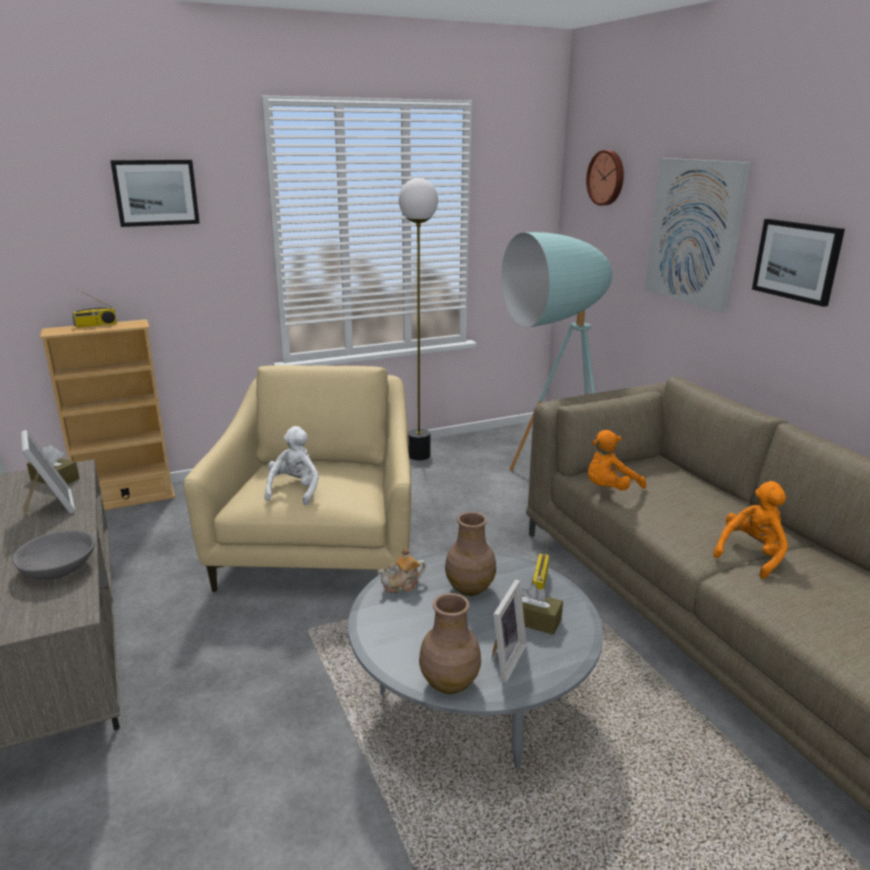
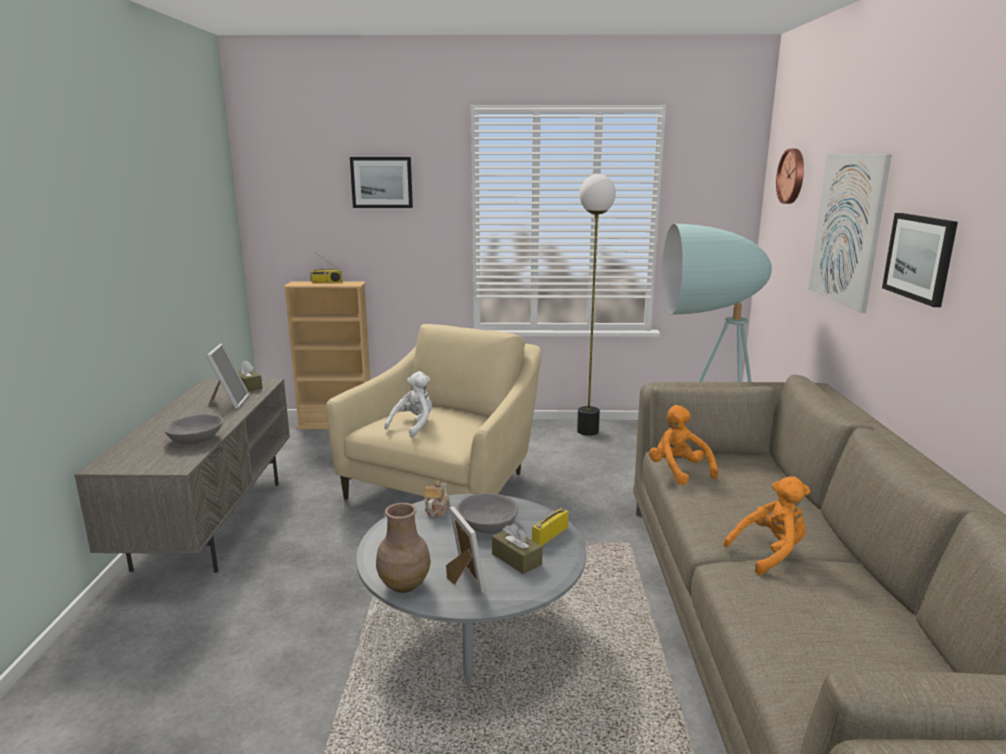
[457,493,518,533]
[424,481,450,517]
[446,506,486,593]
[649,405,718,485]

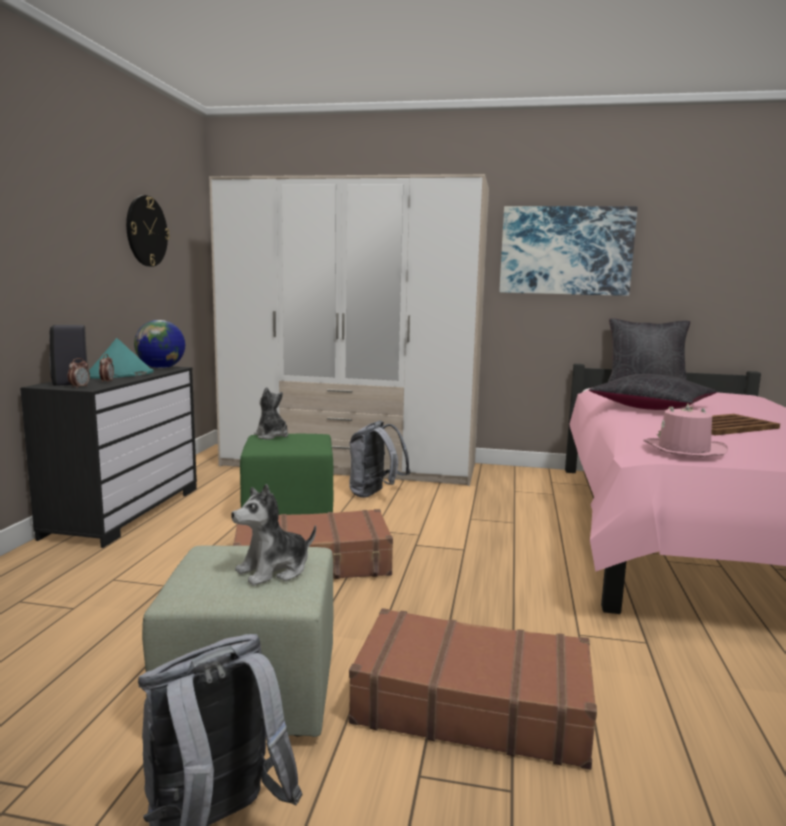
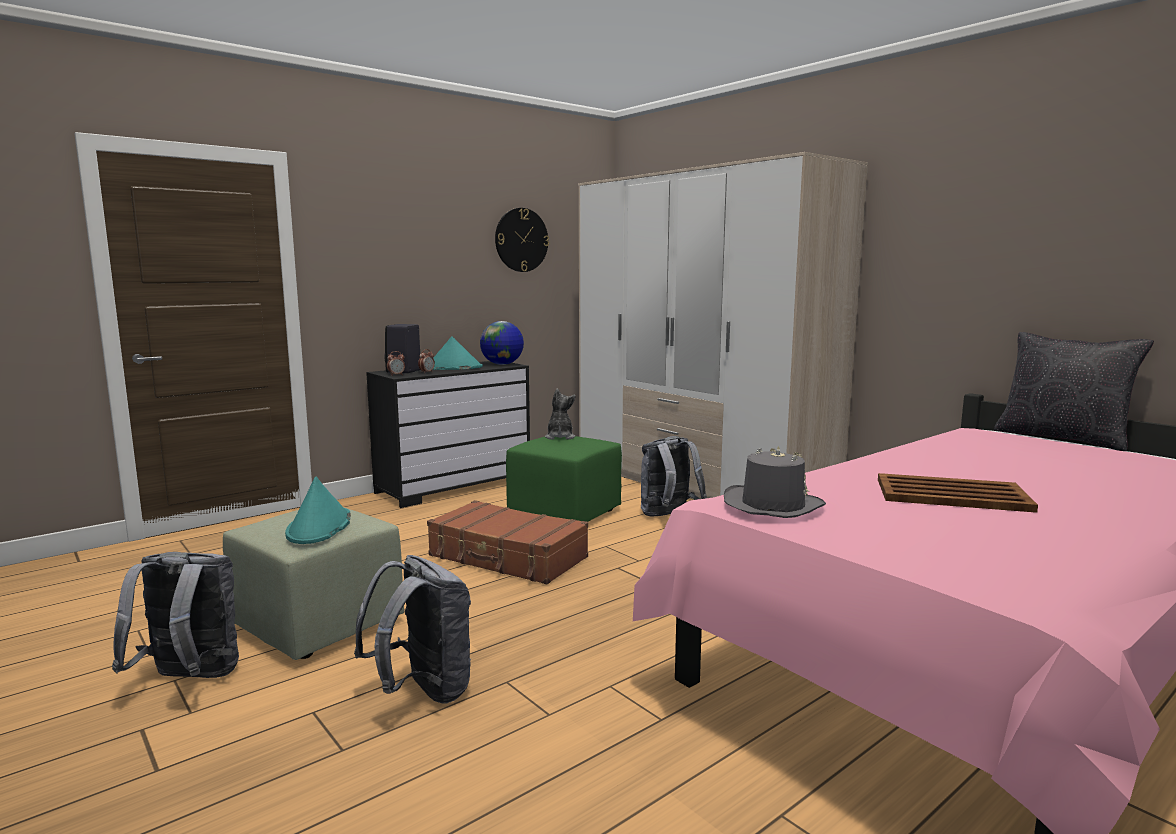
[499,206,638,296] (first image)
[589,374,717,410] (first image)
[285,476,351,544]
[354,555,471,704]
[724,446,826,518]

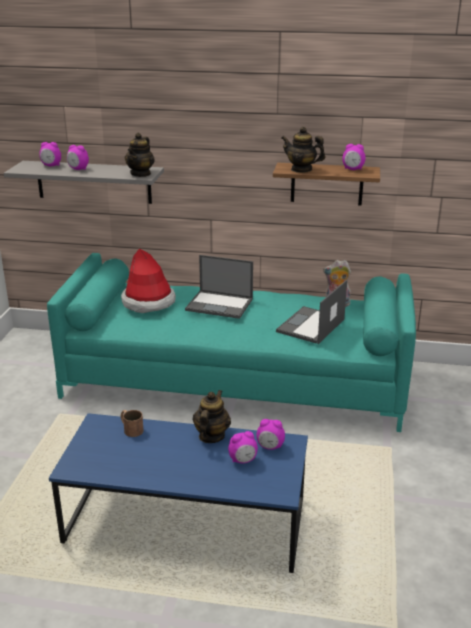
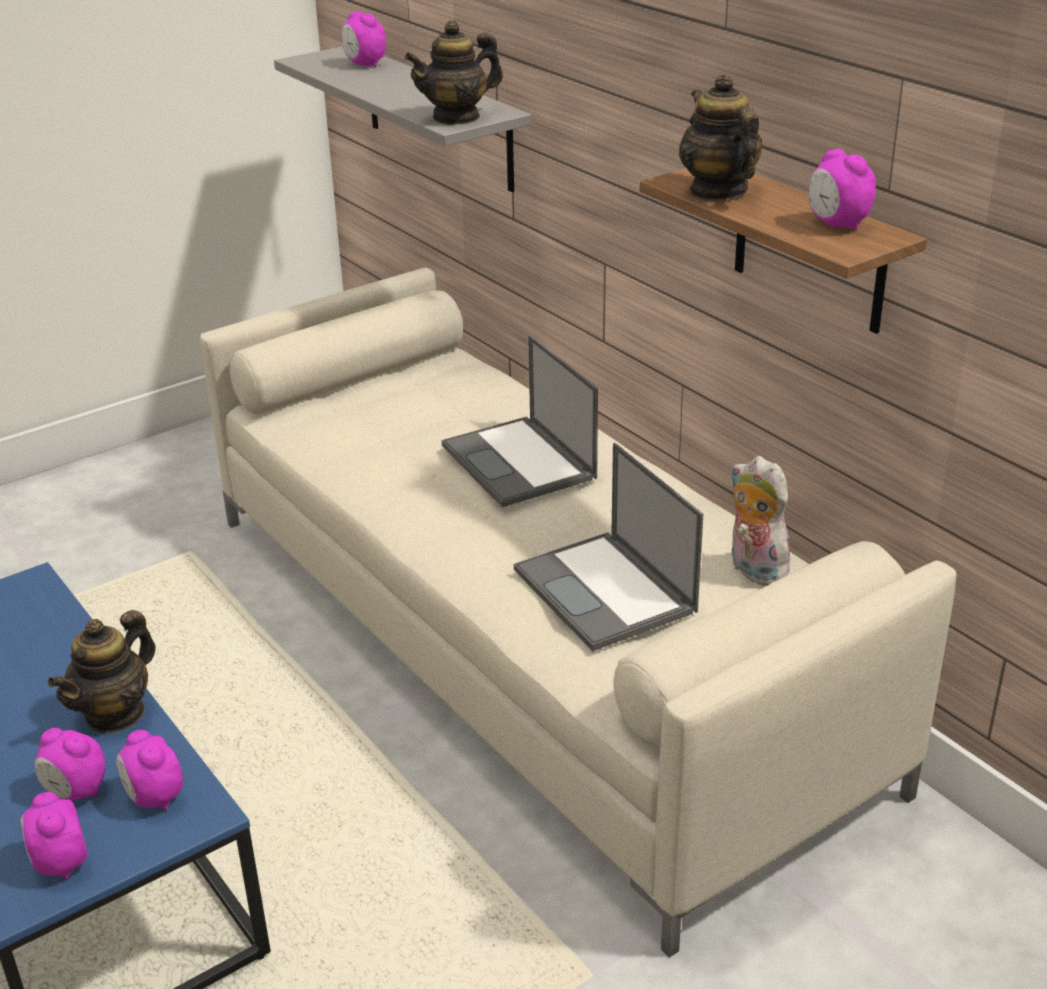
[121,248,176,313] (first image)
[121,410,144,437] (first image)
[21,792,87,880]
[200,268,957,958]
[48,610,156,733]
[514,443,703,651]

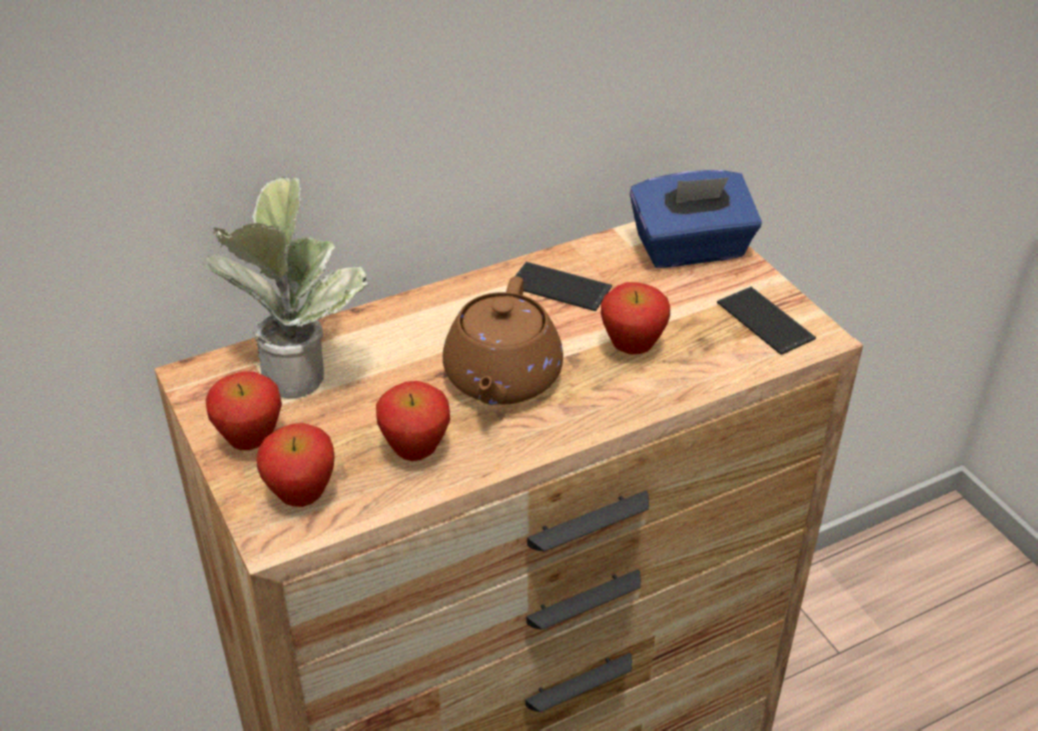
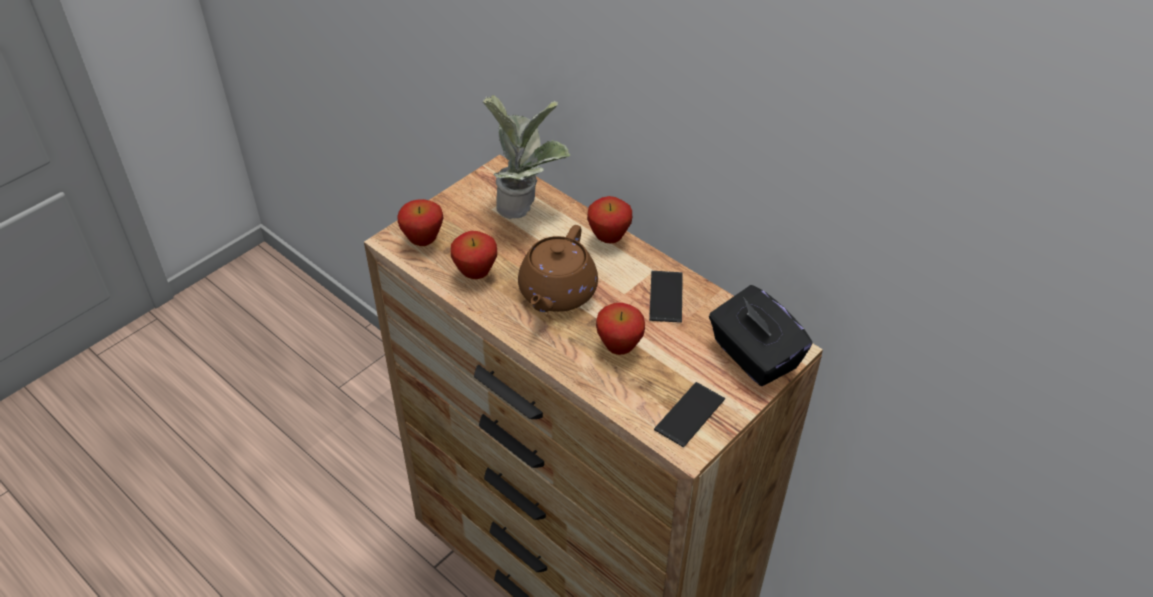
[587,196,632,243]
[709,285,813,386]
[518,225,598,312]

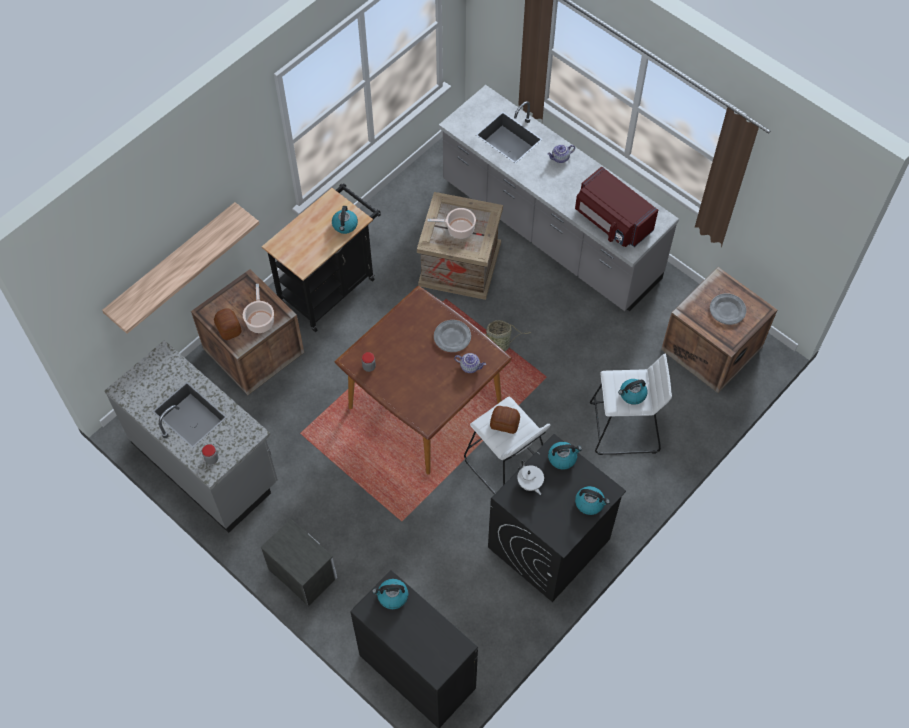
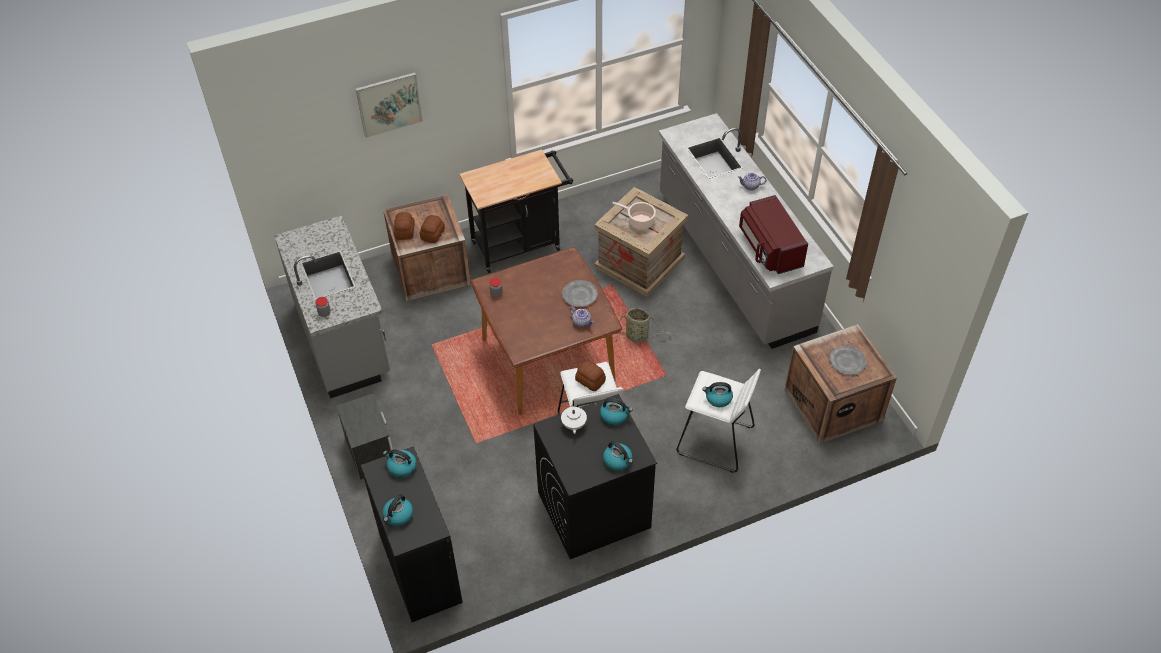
[102,202,259,334] (first image)
[356,72,423,138]
[383,494,413,526]
[420,215,445,243]

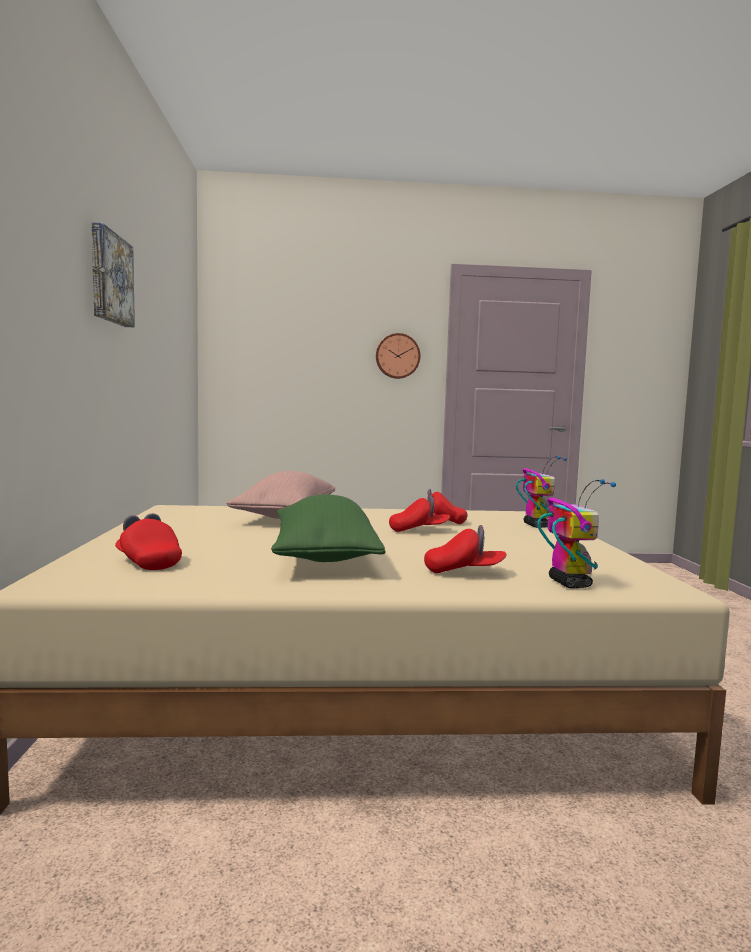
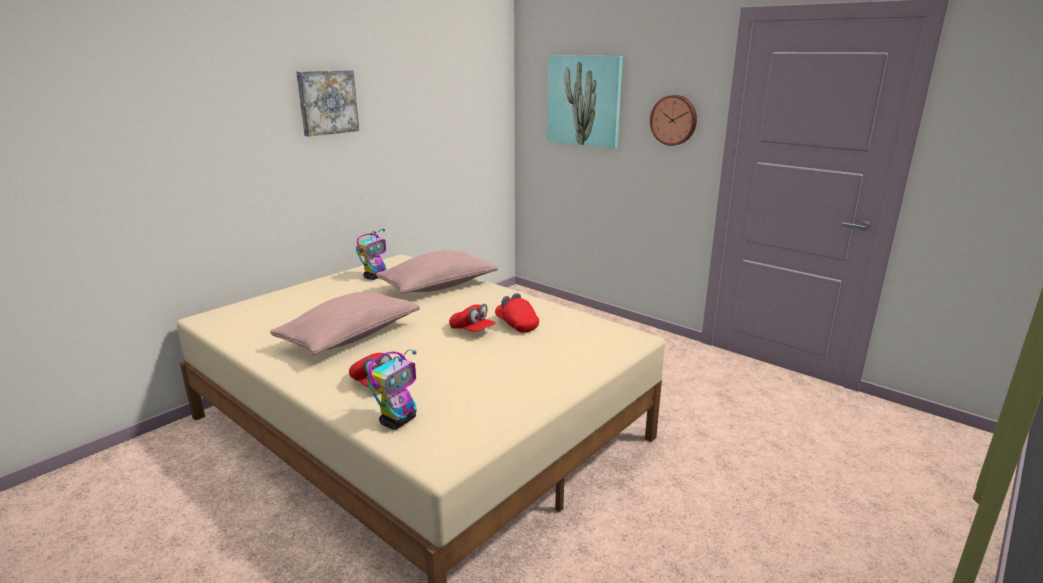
[115,513,182,570] (first image)
[547,55,623,149]
[356,229,386,280]
[270,291,420,355]

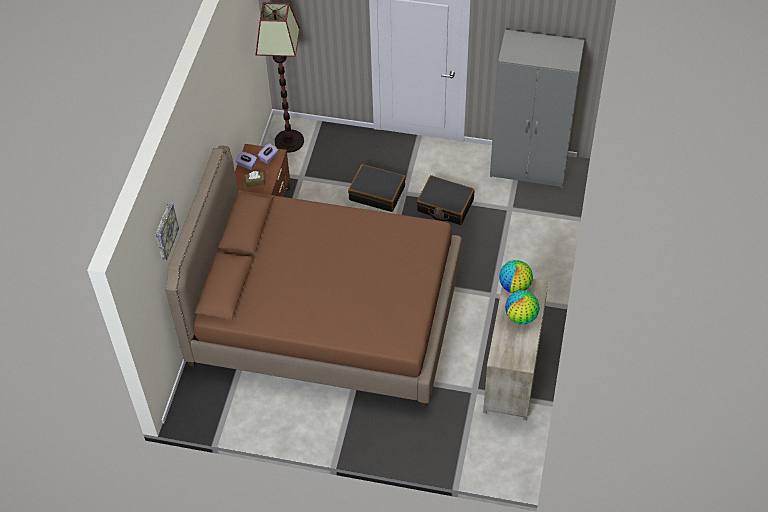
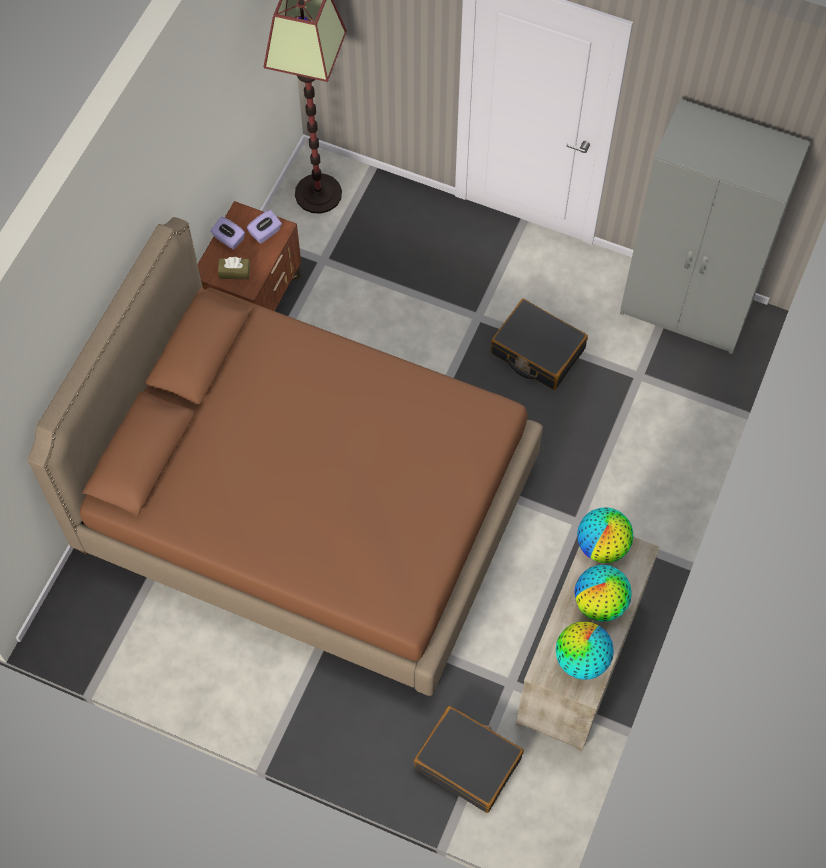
[156,203,179,260] (first image)
[556,621,614,680]
[414,706,524,813]

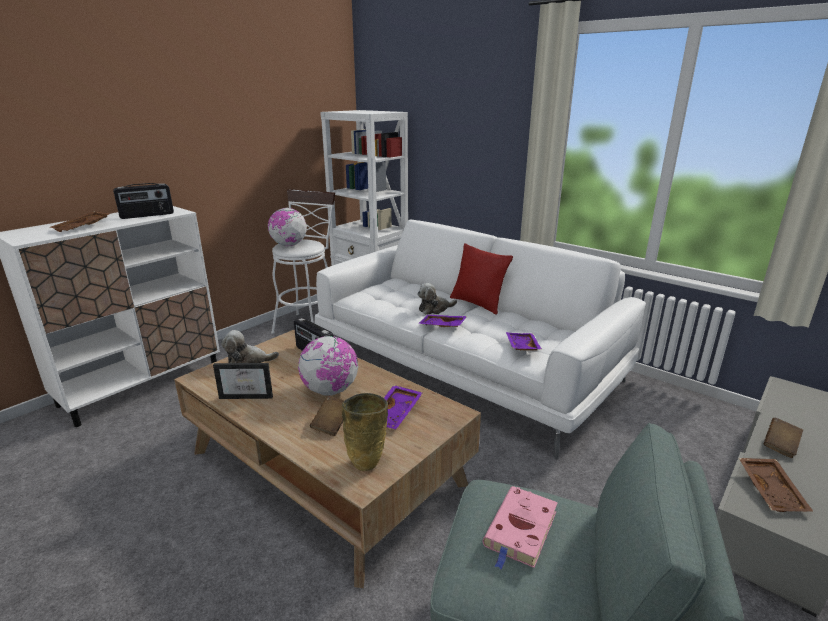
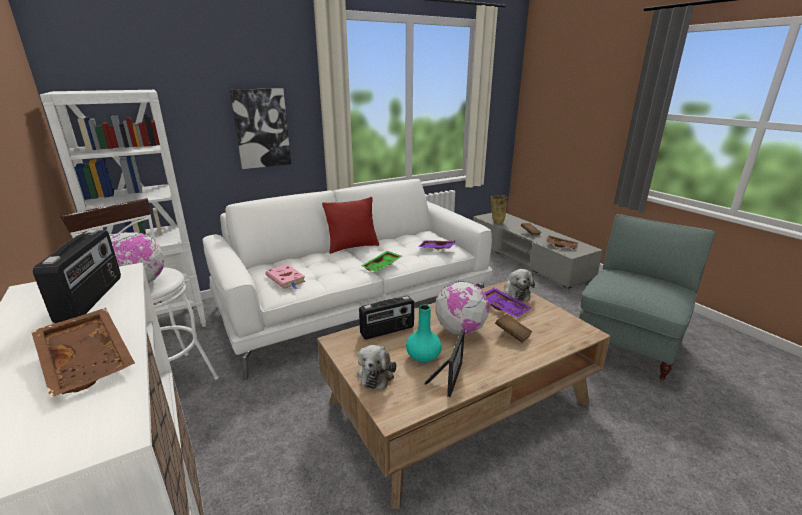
[230,88,291,169]
[406,305,442,363]
[491,195,507,224]
[503,269,535,301]
[266,264,306,290]
[361,251,402,272]

